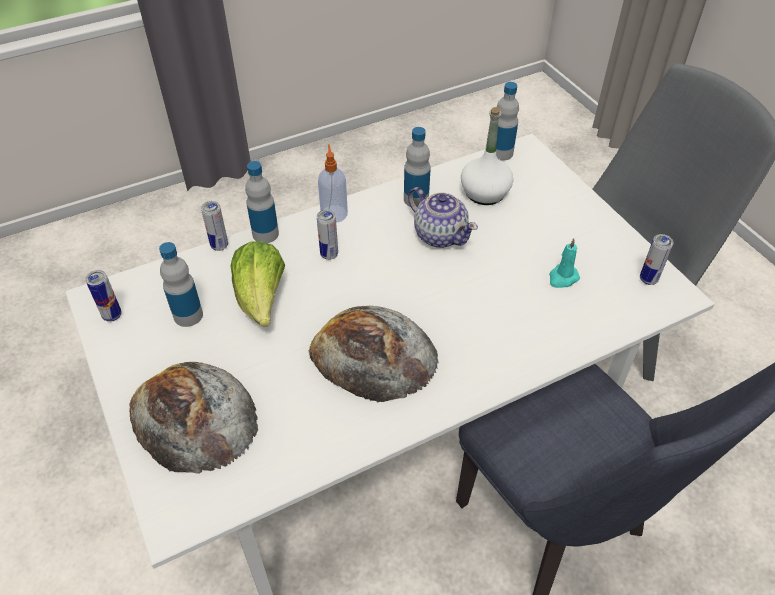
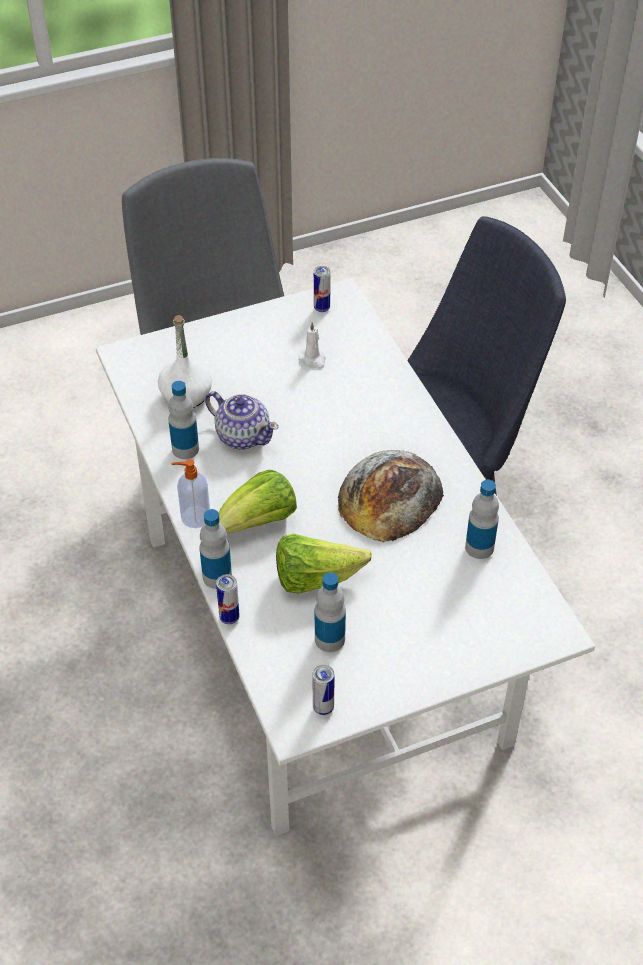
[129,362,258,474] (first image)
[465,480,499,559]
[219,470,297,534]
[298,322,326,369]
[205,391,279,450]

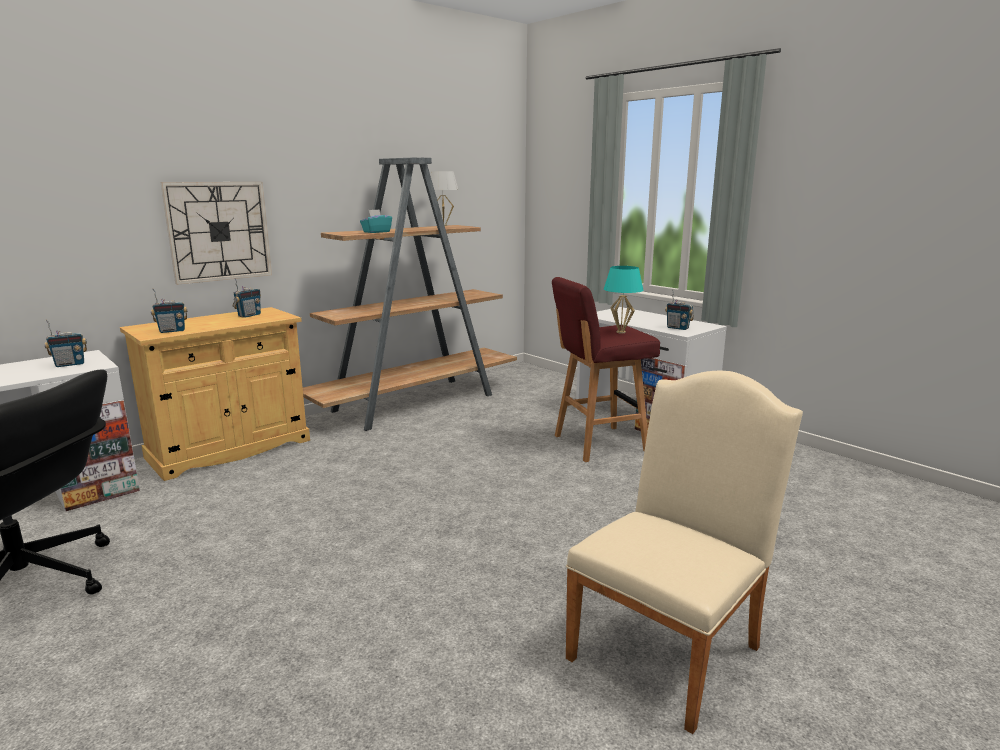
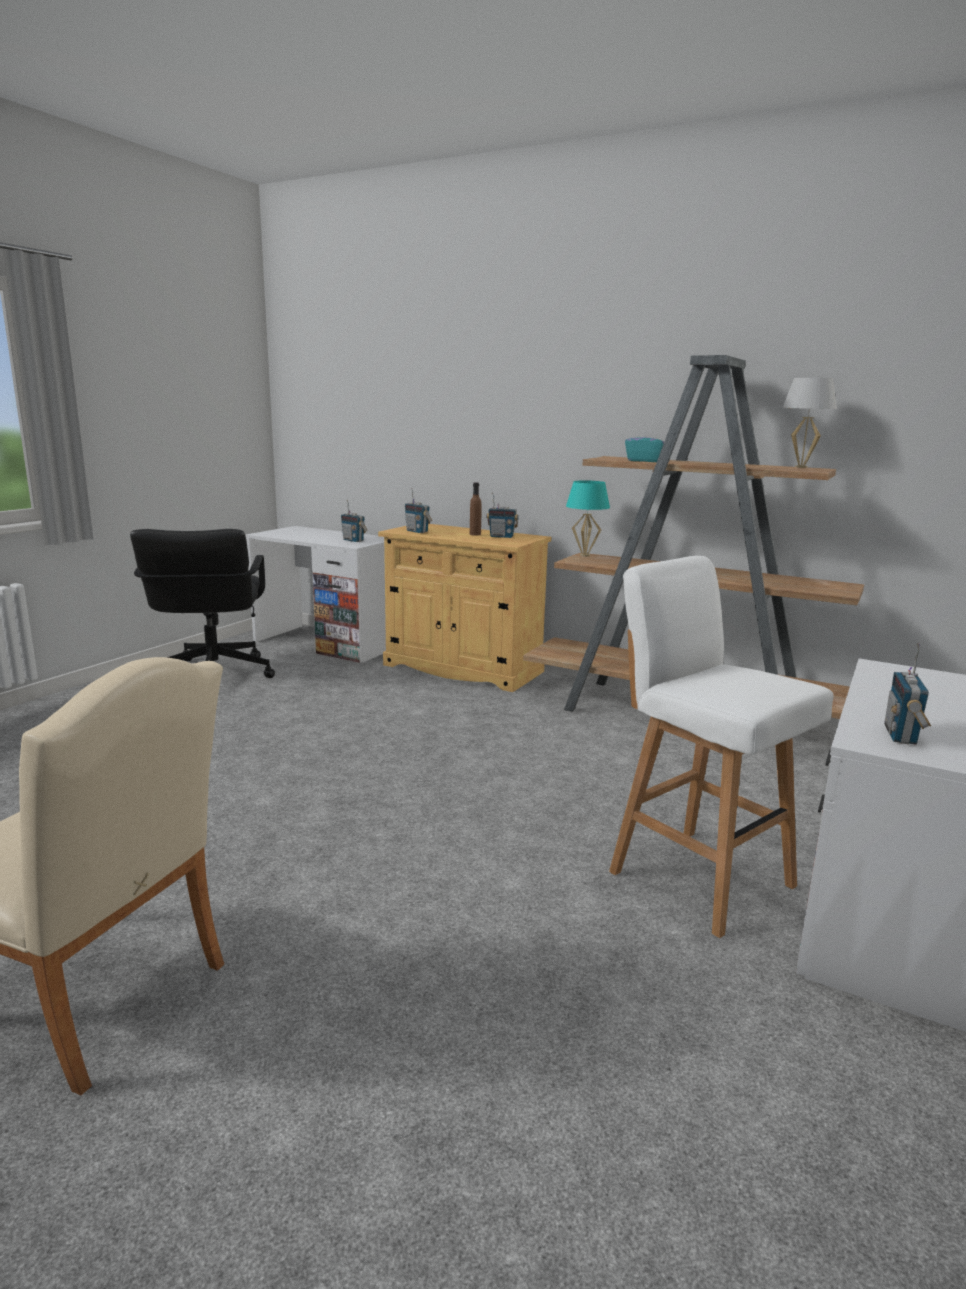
[161,182,272,285] (first image)
[470,483,482,536]
[566,480,610,556]
[609,556,833,938]

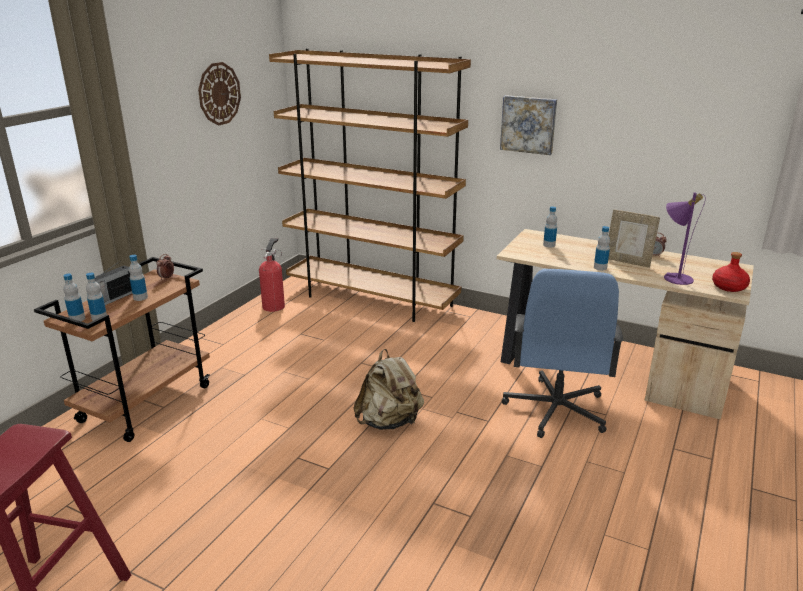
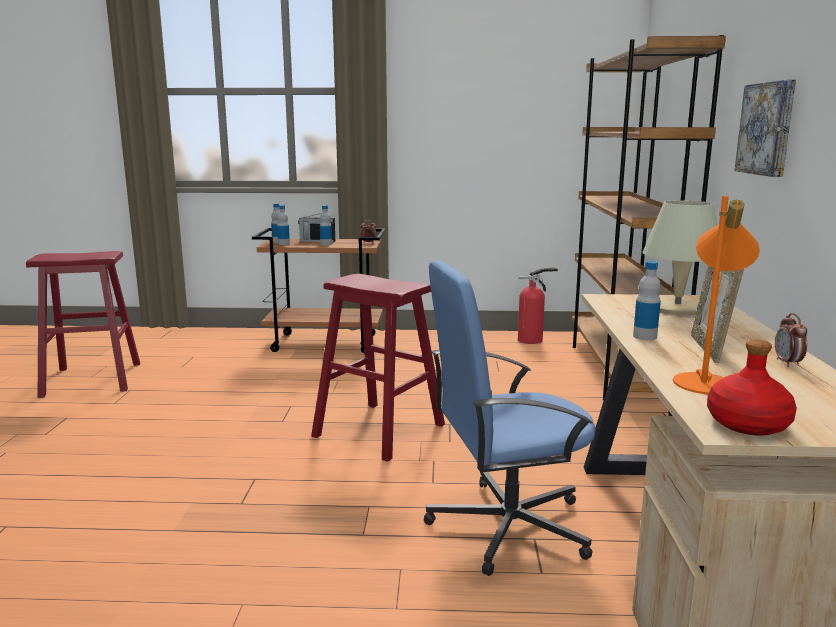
[198,62,241,125] (first image)
[311,274,445,462]
[642,200,718,315]
[673,196,760,394]

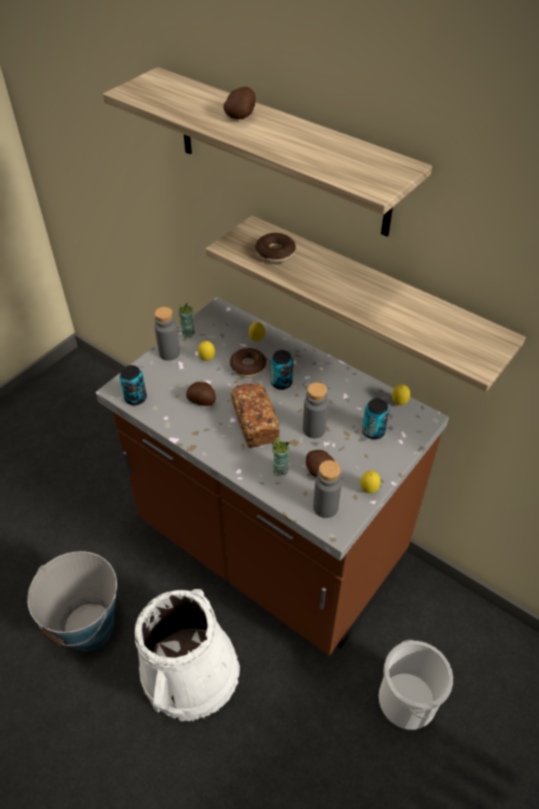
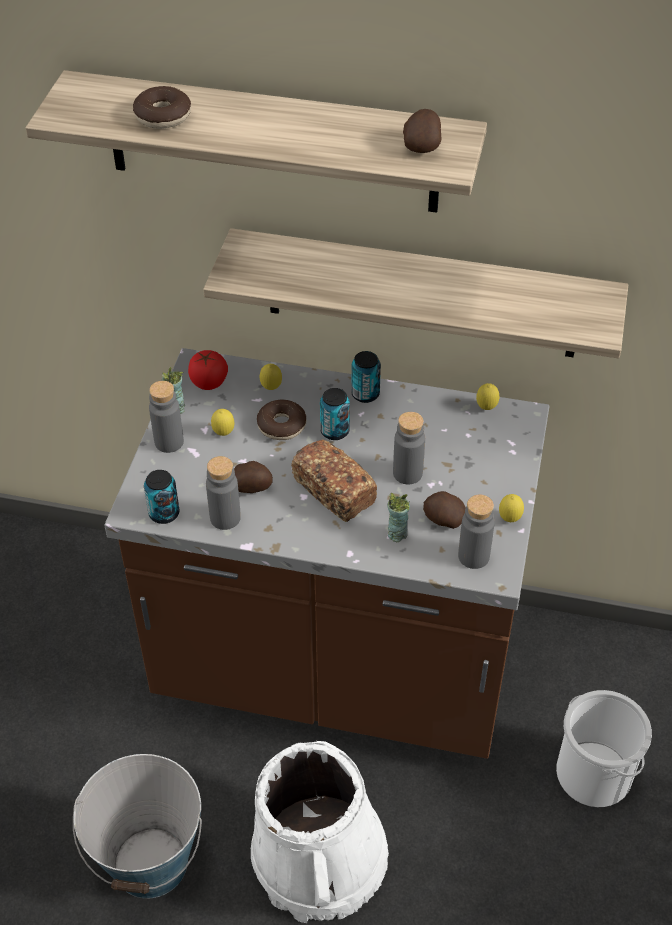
[188,350,228,390]
[206,456,241,530]
[403,109,441,153]
[133,86,191,129]
[351,351,381,403]

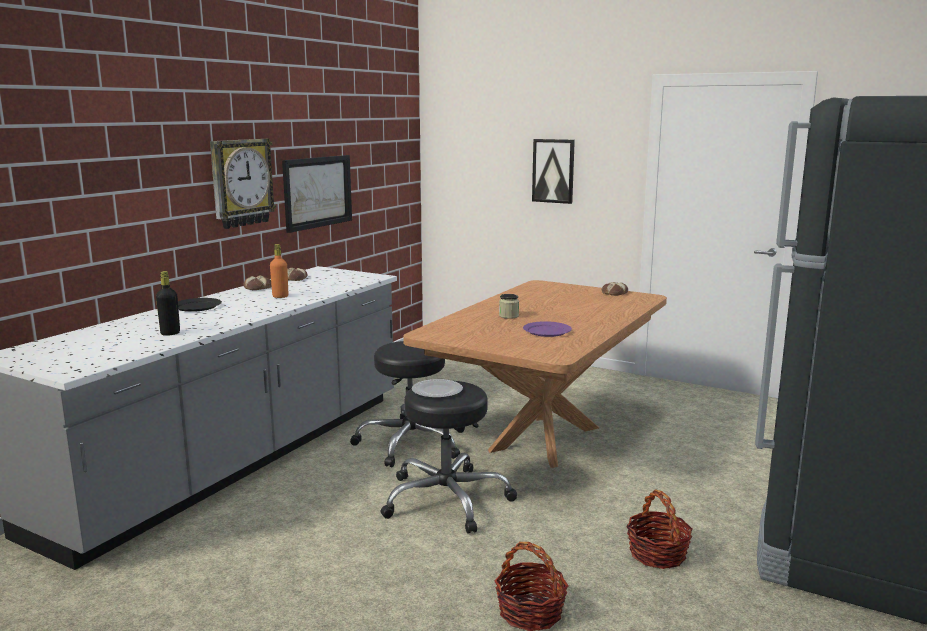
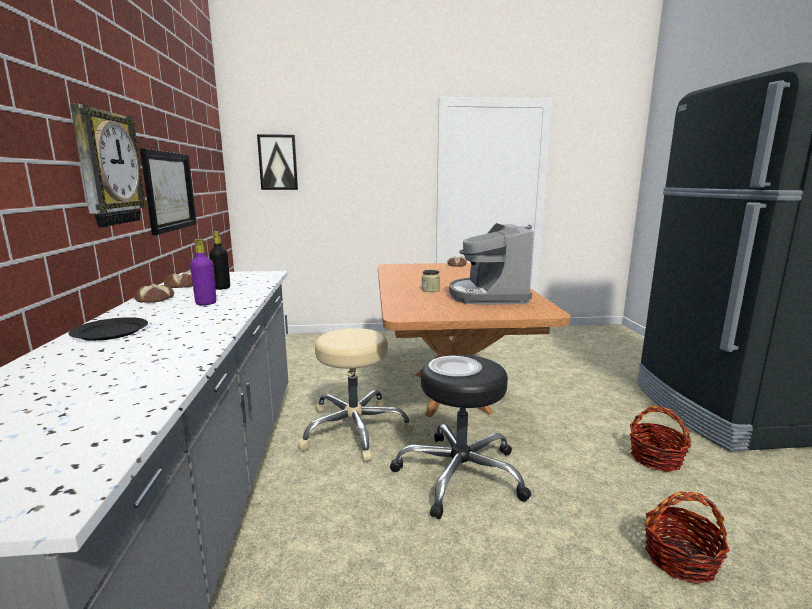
[209,231,230,290]
[257,134,298,190]
[449,223,534,305]
[190,239,216,305]
[297,328,414,462]

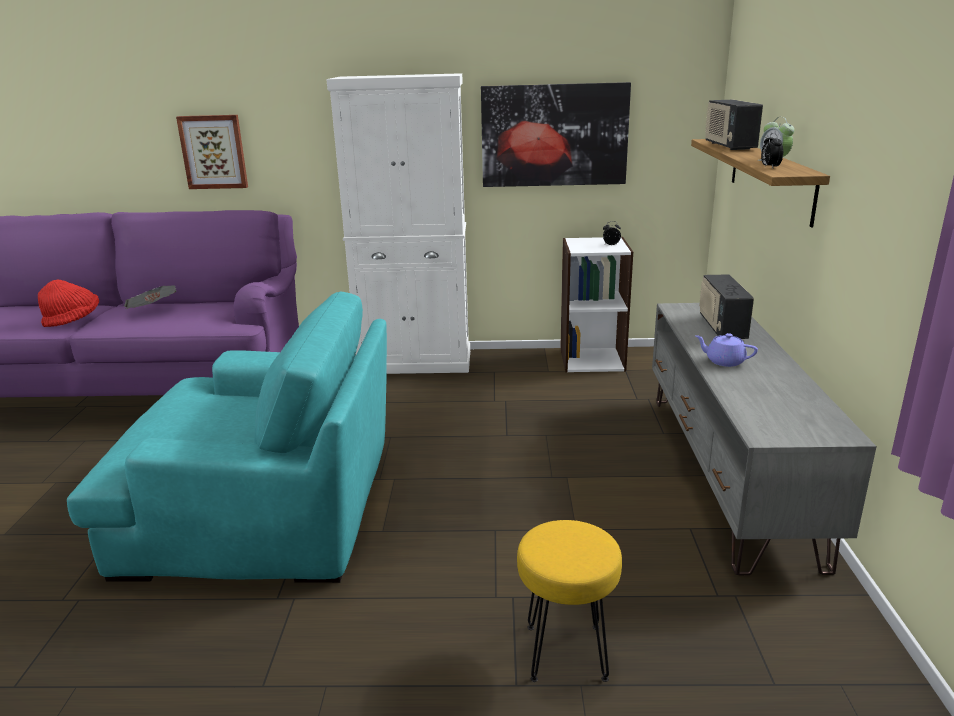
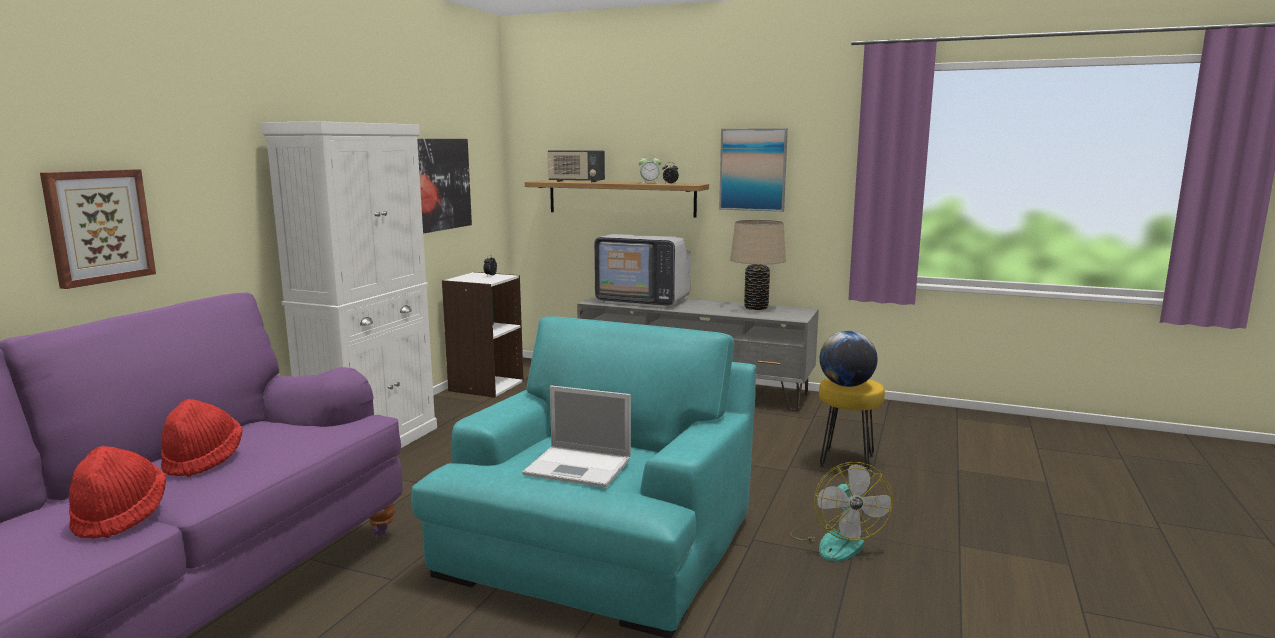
[695,333,758,367] (first image)
[522,386,631,488]
[719,128,788,212]
[730,219,786,310]
[790,462,893,561]
[820,331,878,387]
[161,399,242,477]
[594,234,691,308]

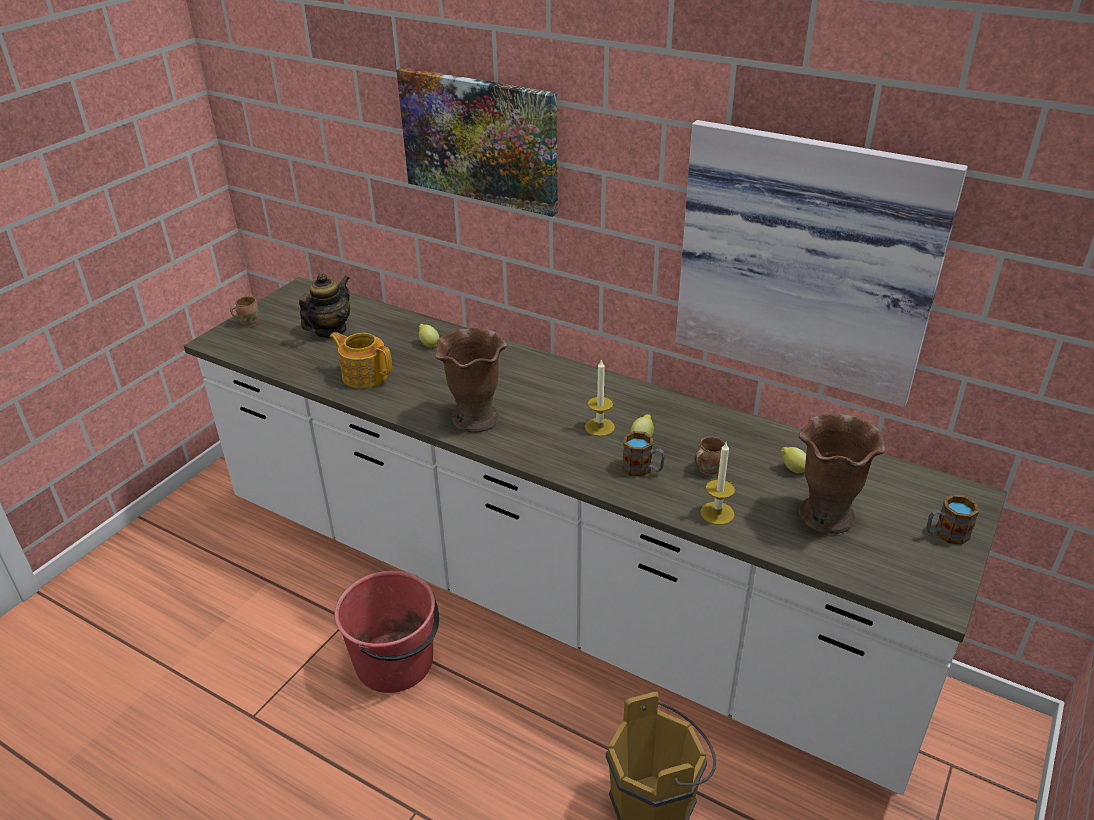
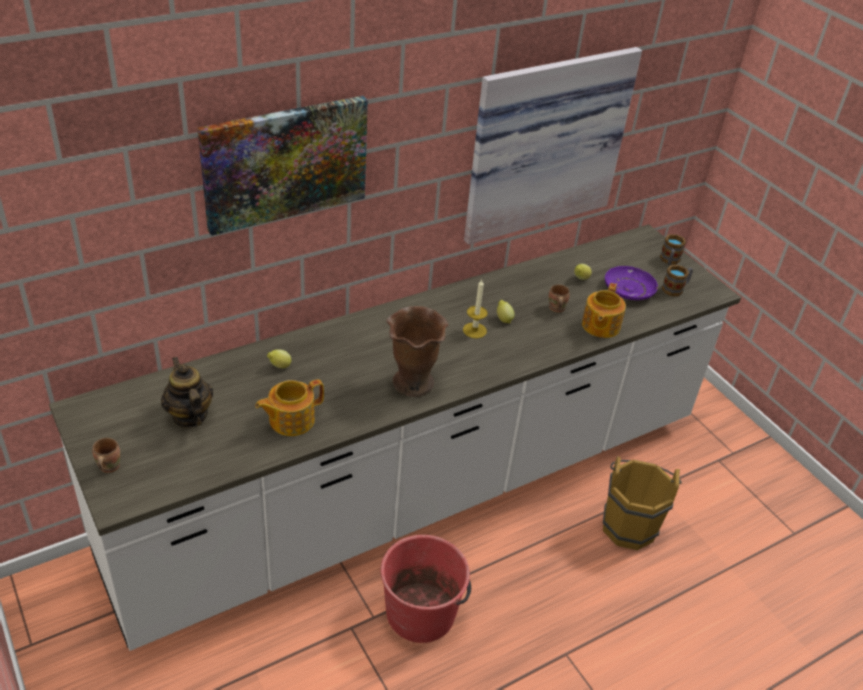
[662,265,693,296]
[582,283,626,338]
[605,266,658,300]

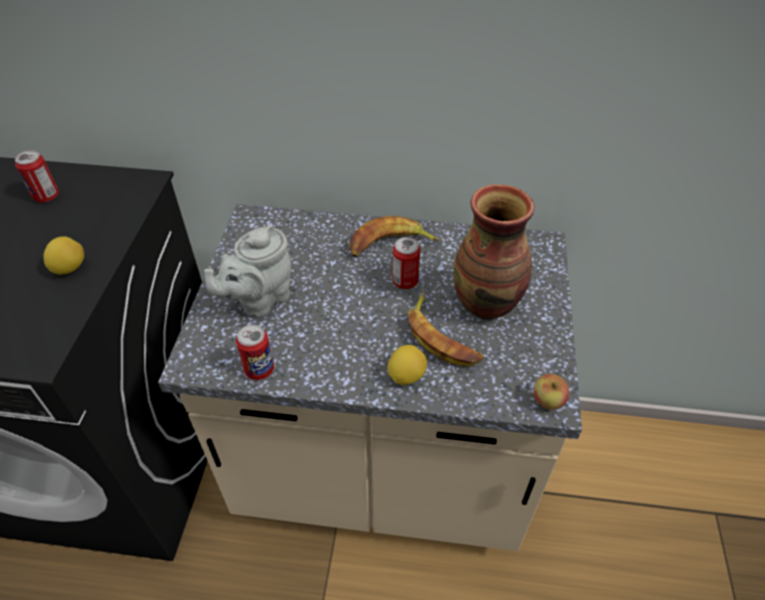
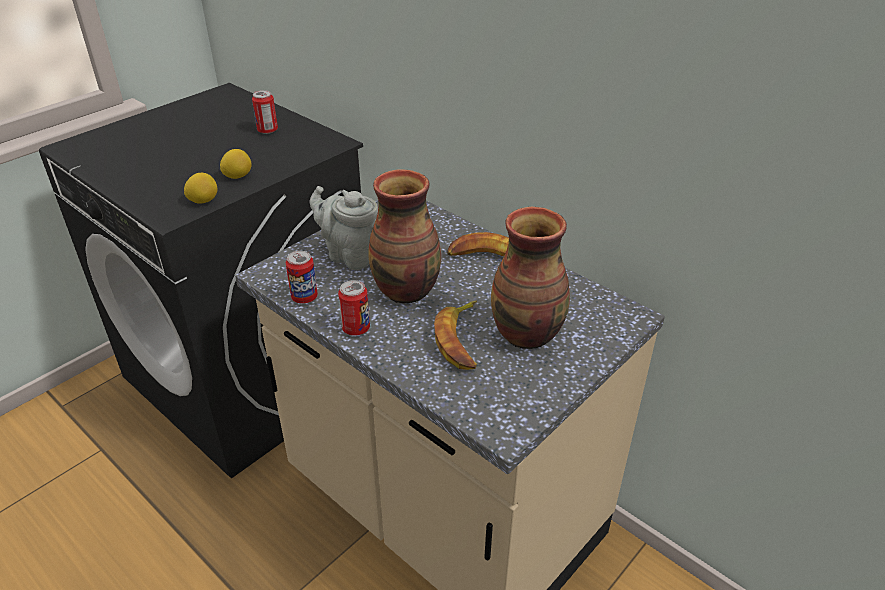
[534,374,569,410] (first image)
[368,170,441,303]
[184,173,217,204]
[338,280,370,336]
[310,186,378,270]

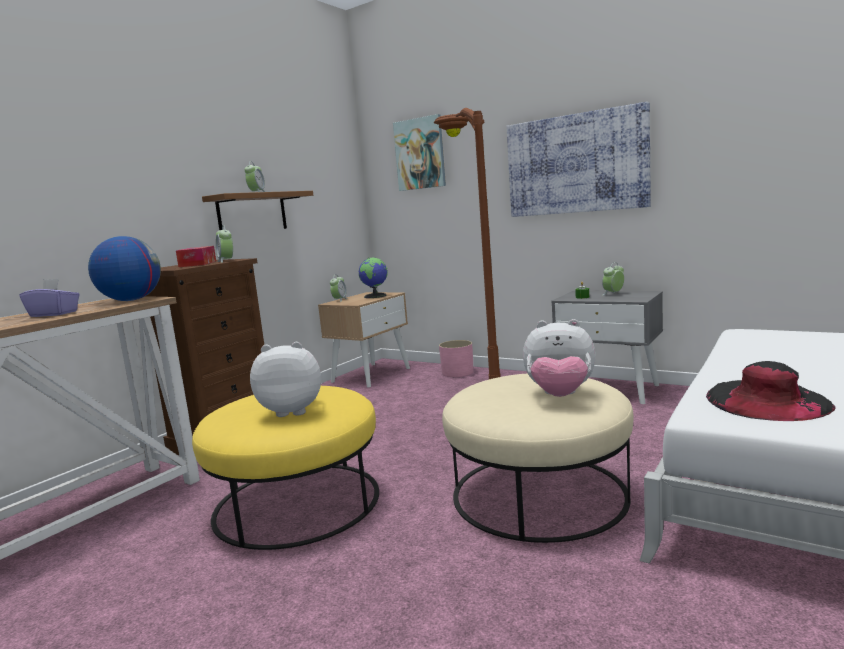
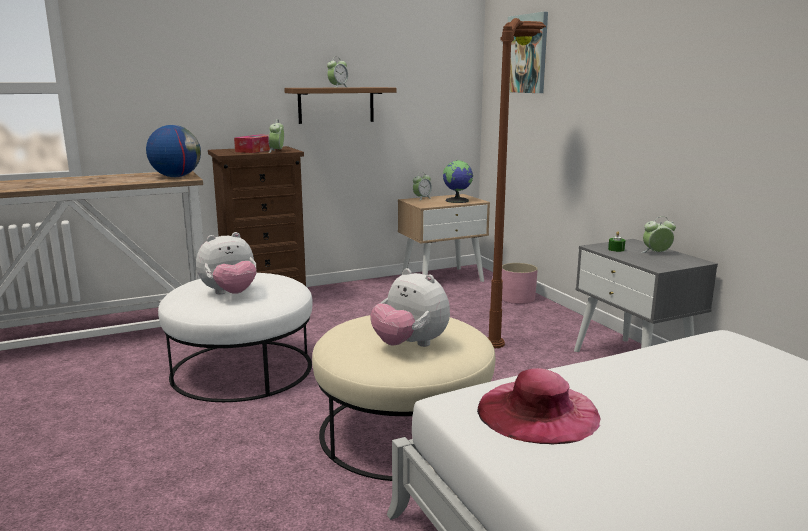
[20,278,80,317] (first image)
[507,102,651,217] (first image)
[158,273,313,402]
[477,368,601,445]
[196,232,257,294]

